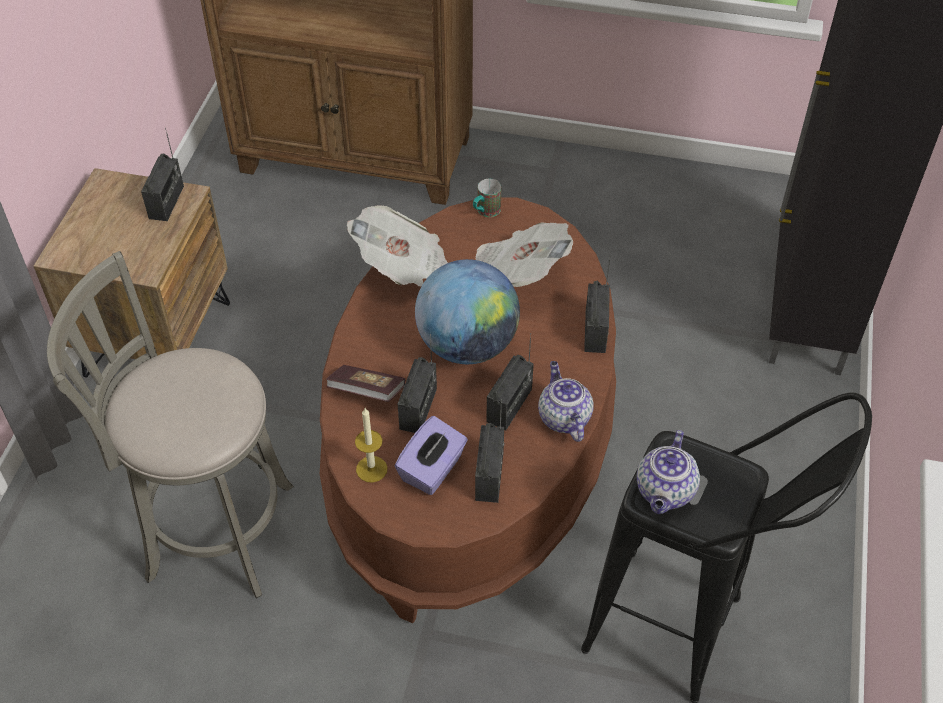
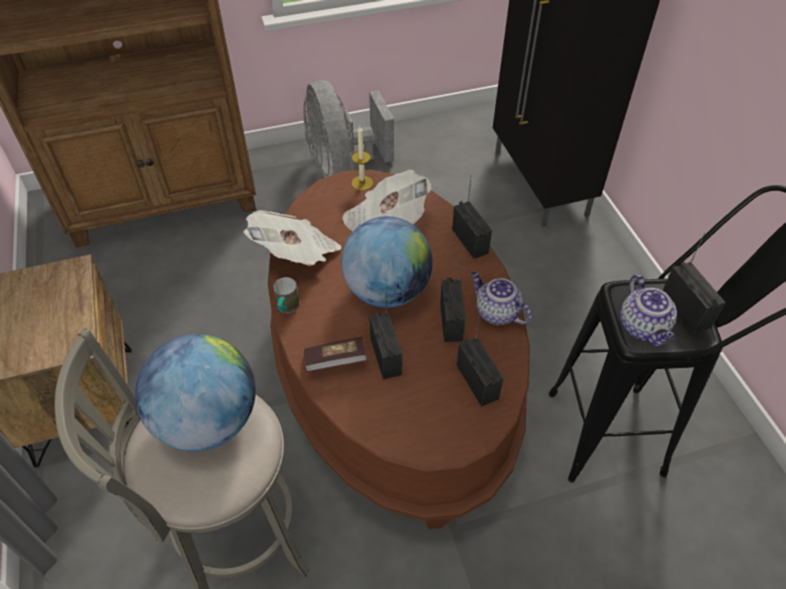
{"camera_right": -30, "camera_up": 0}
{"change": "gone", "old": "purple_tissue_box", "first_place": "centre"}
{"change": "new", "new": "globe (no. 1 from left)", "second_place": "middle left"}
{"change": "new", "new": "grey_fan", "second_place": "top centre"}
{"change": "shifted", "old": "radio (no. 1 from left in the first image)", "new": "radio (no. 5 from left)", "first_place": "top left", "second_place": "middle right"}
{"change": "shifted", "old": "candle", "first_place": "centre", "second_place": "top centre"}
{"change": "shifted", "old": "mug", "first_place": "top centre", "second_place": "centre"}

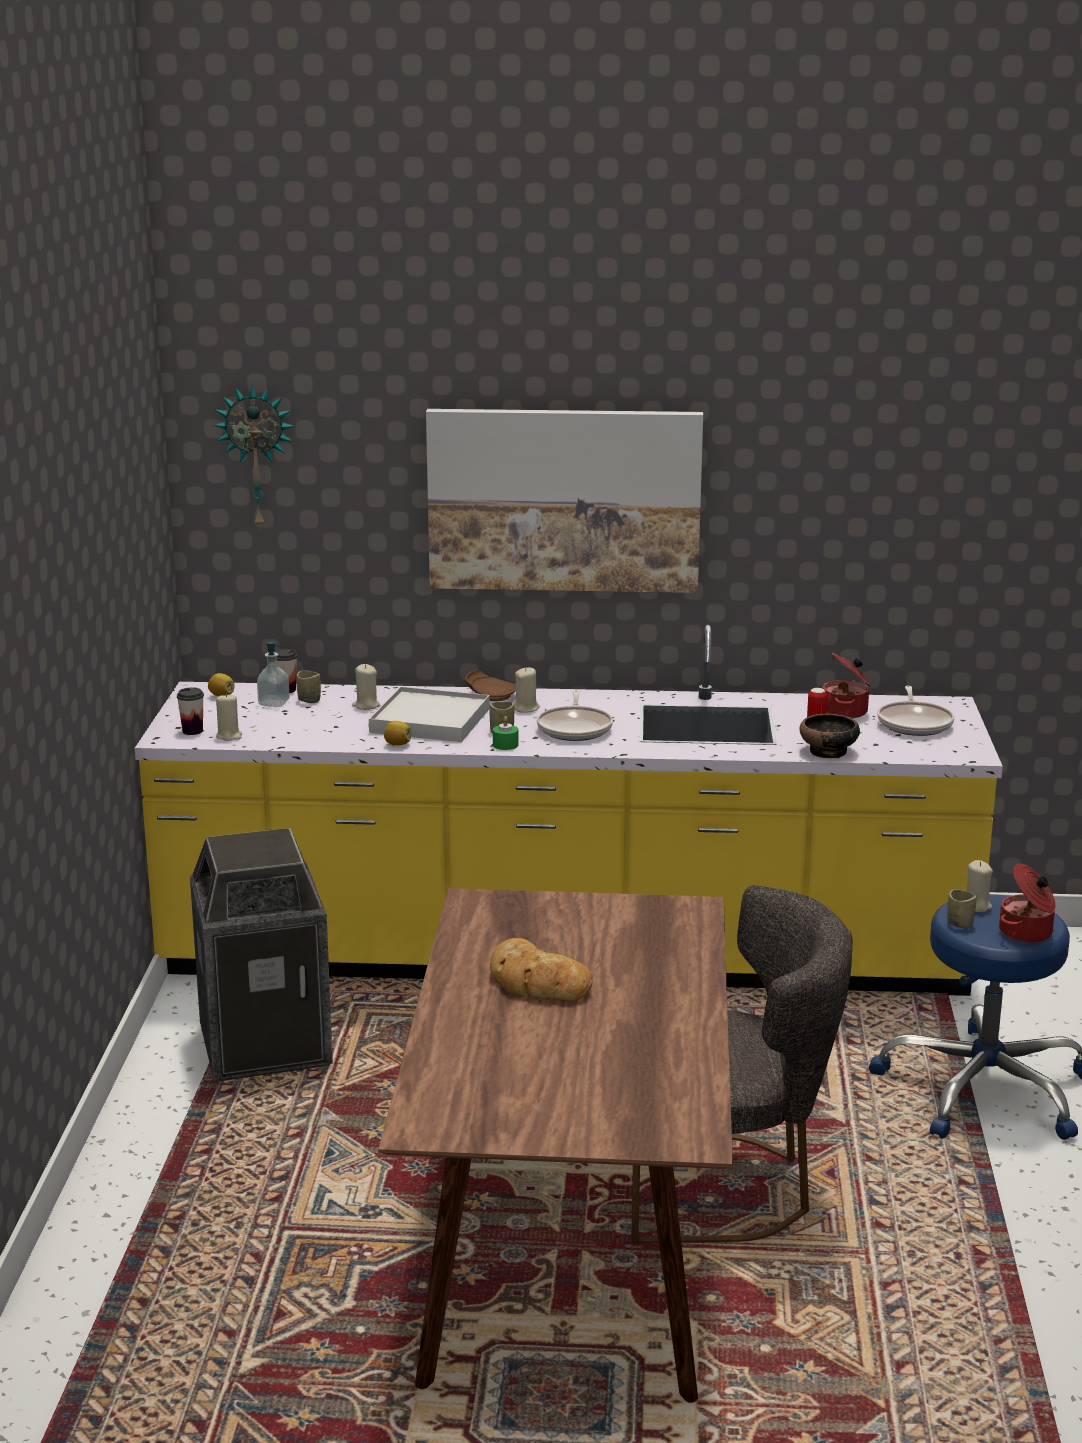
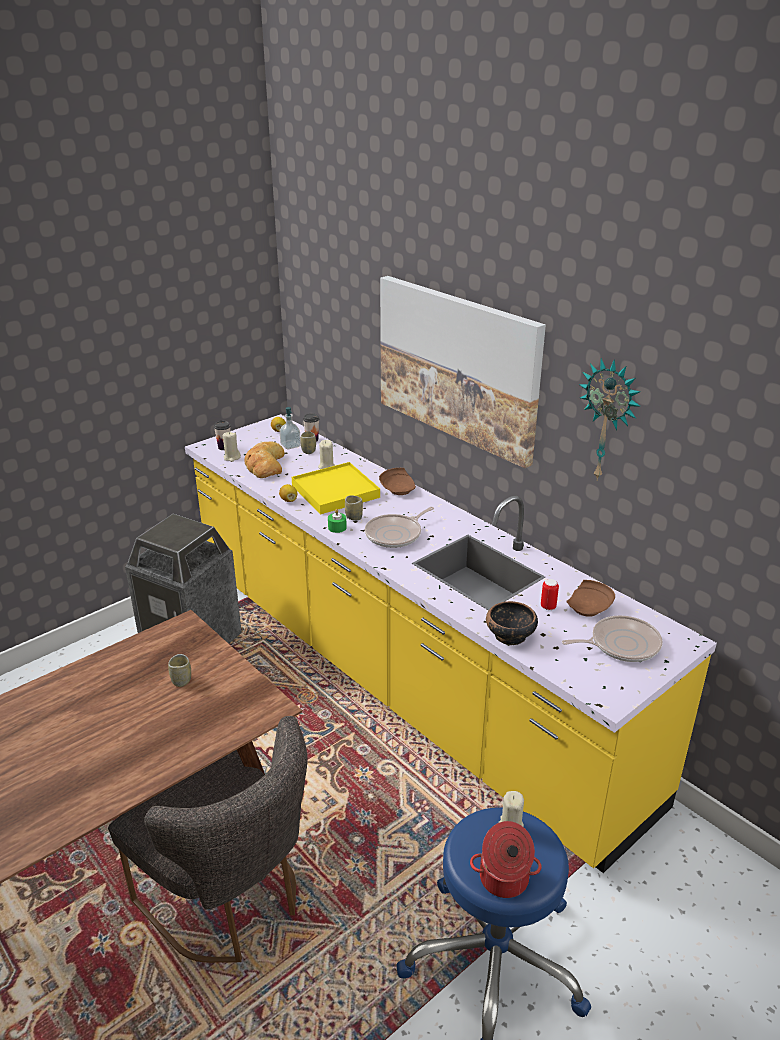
{"camera_right": 45, "camera_up": 10}
{"change": "gone", "old": "beige_candle (no. 3 from left)", "first_place": "centre"}
{"change": "shifted", "old": "wall_clock", "first_place": "top left", "second_place": "middle right"}
{"change": "shifted", "old": "bread", "first_place": "bottom centre", "second_place": "centre"}
{"change": "shifted", "old": "cup (no. 5 from left in the first image)", "new": "cup (no. 1 from left)", "first_place": "middle right", "second_place": "middle left"}
{"change": "swapped", "old": "cooking_pot (no. 1 from left)", "new": "brown_plate (no. 2 from left)", "first_place": "middle right", "second_place": "middle right"}
{"change": "repainted", "old": "white_tray", "new": "yellow_tray", "first_place": "centre", "second_place": "centre"}
{"change": "rotated", "old": "frying_pan (no. 2 from left)", "first_place": "middle right", "second_place": "middle right", "degrees": -150}

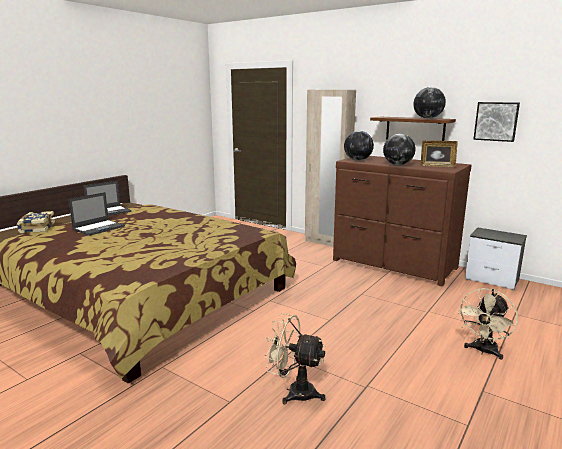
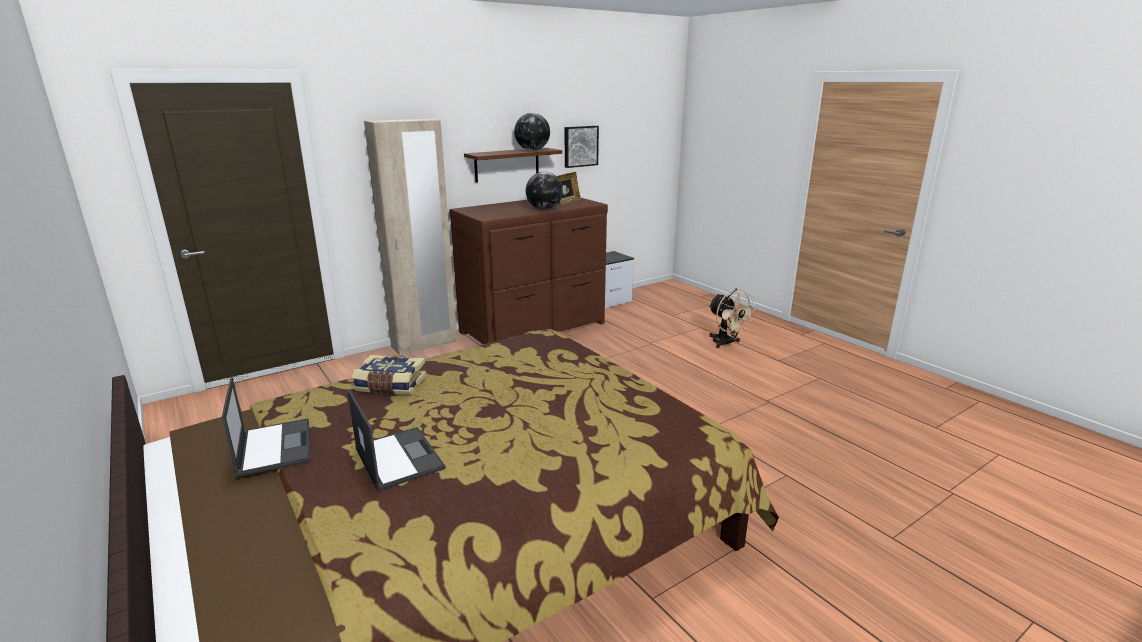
{"camera_right": -70, "camera_up": 5}
{"change": "gone", "old": "beige_fan (no. 1 from left)", "first_place": "bottom centre"}
{"change": "gone", "old": "globe (no. 1 from left)", "first_place": "top centre"}
{"change": "shifted", "old": "book", "first_place": "middle left", "second_place": "centre"}

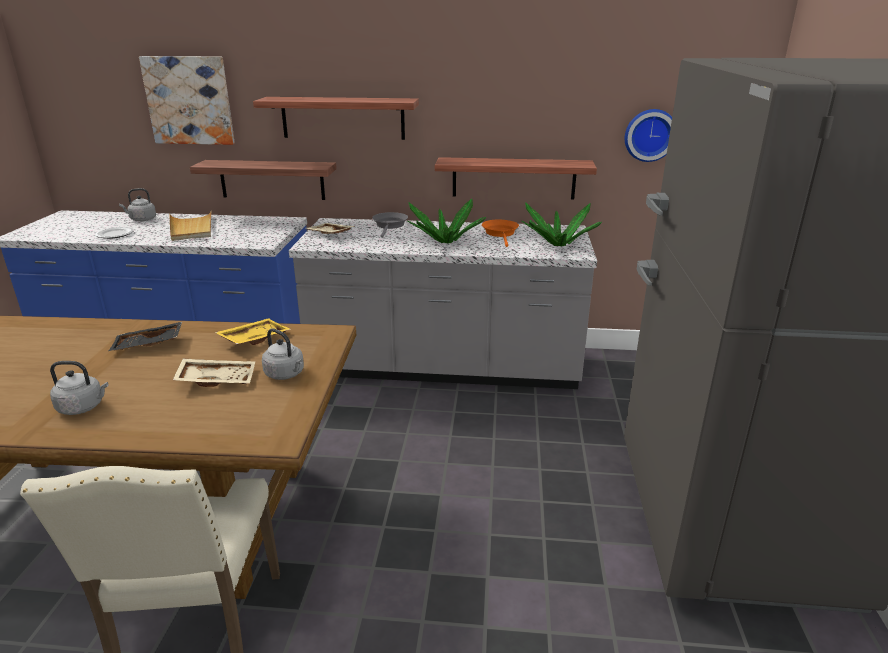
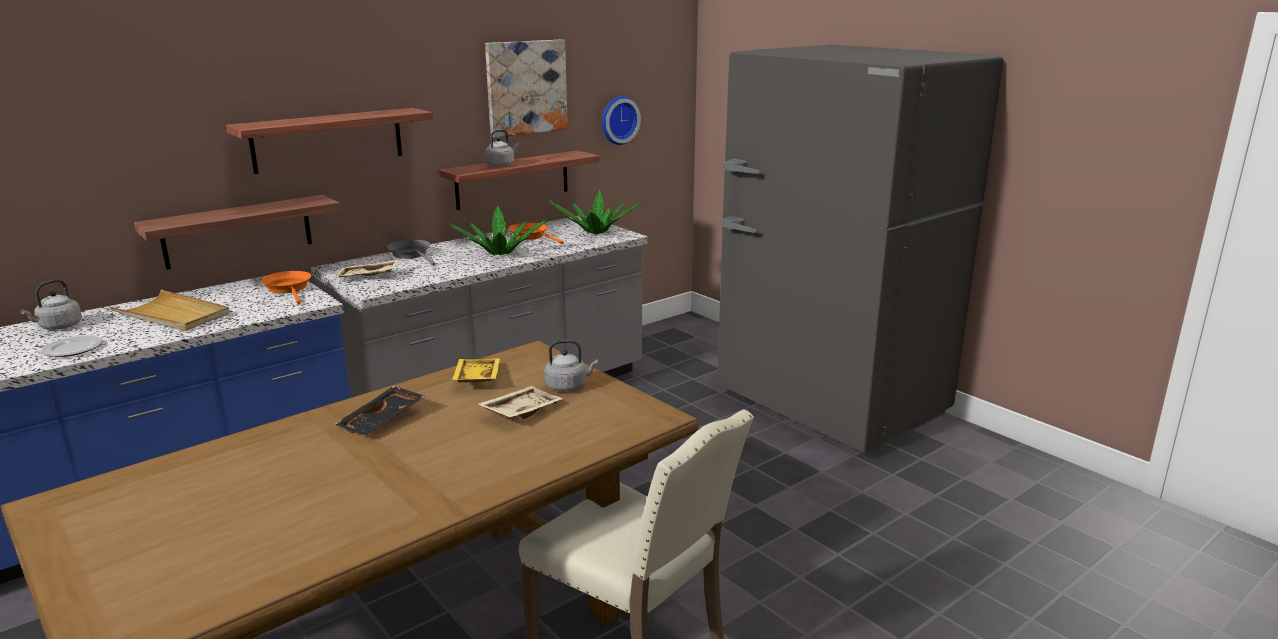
{"camera_right": -45, "camera_up": -5}
{"change": "new", "new": "orange_frying_pan (no. 1 from left)", "second_place": "middle left"}
{"change": "shifted", "old": "grey_kettle (no. 1 from left in the first image)", "new": "grey_kettle (no. 2 from left)", "first_place": "middle left", "second_place": "top centre"}
{"change": "shifted", "old": "picture", "first_place": "top left", "second_place": "top centre"}

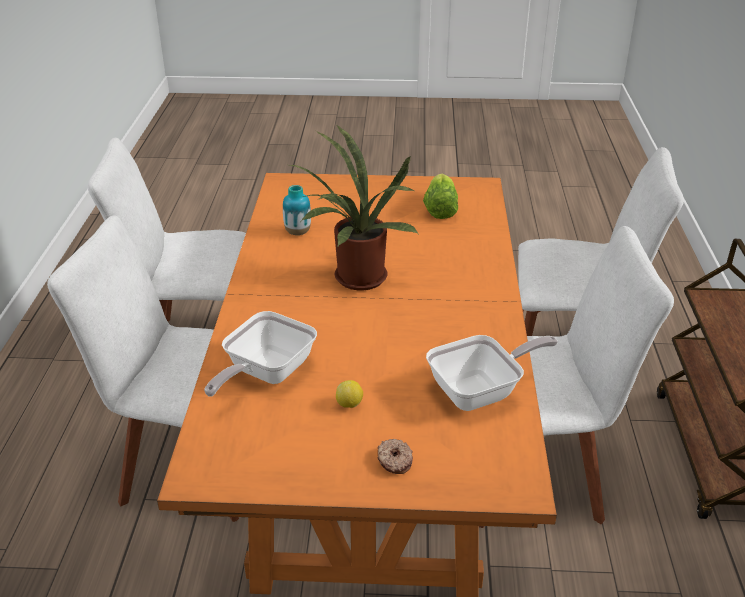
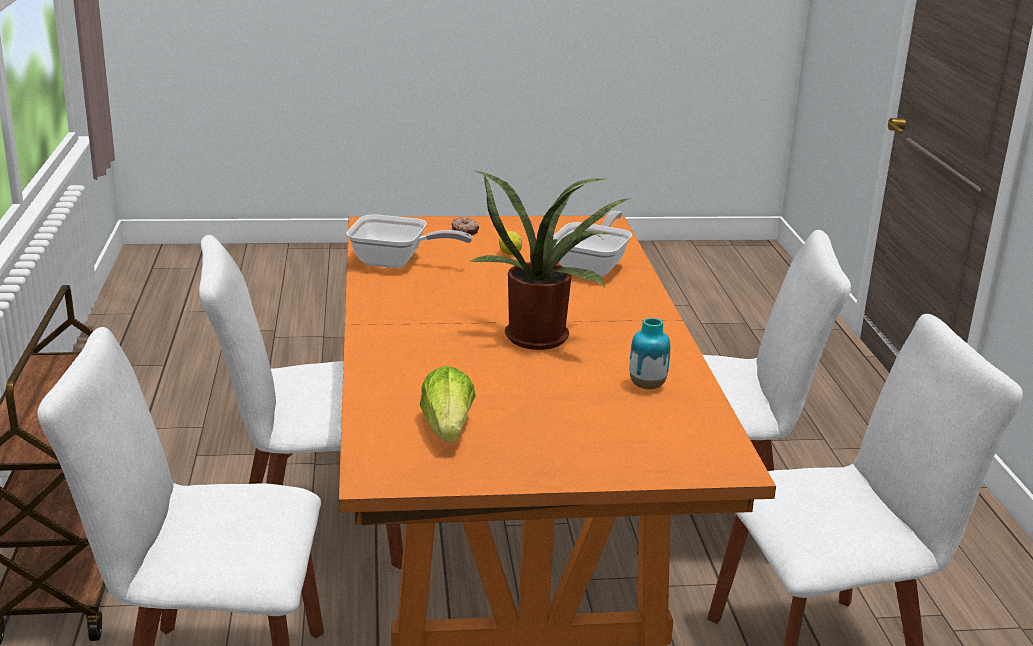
{"camera_right": 170, "camera_up": -10}
{"change": "rotated", "old": "frying_pan (no. 2 from left in the first image)", "first_place": "centre", "second_place": "centre", "degrees": -135}

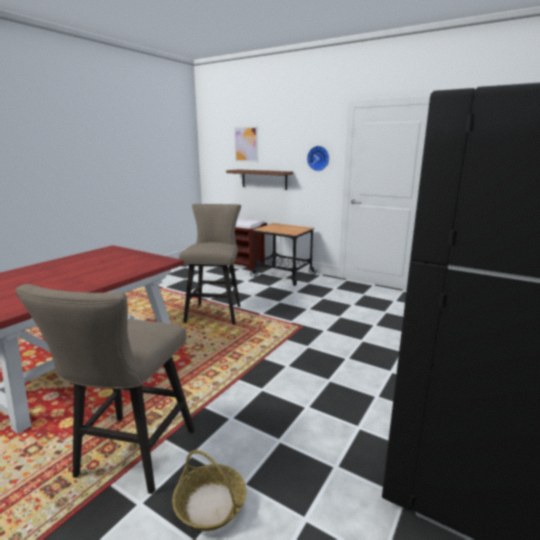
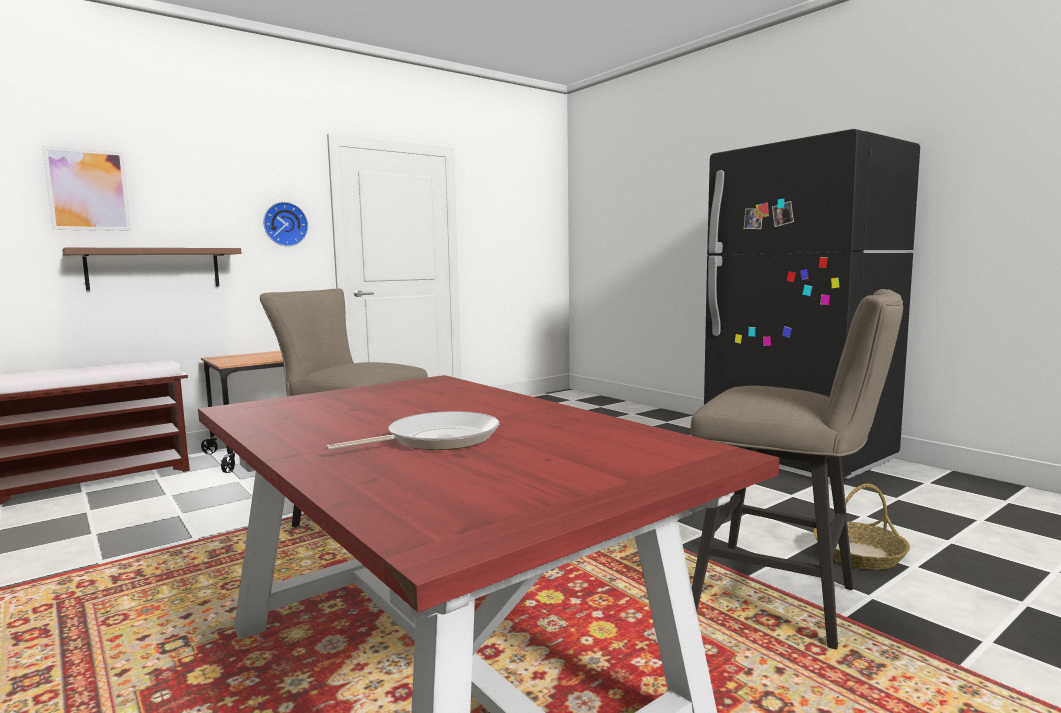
{"camera_right": -70, "camera_up": -10}
{"change": "new", "new": "frying_pan", "second_place": "centre"}

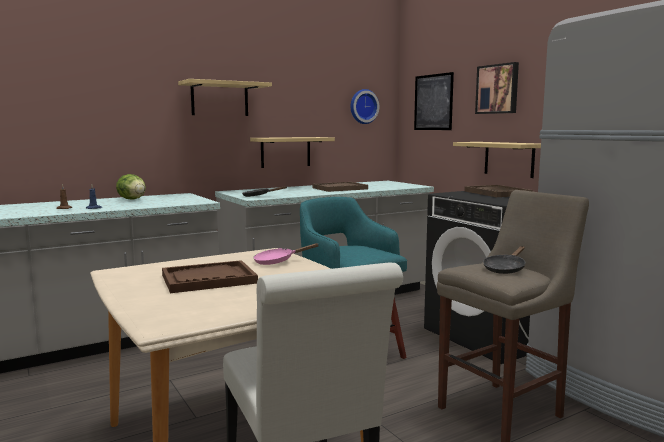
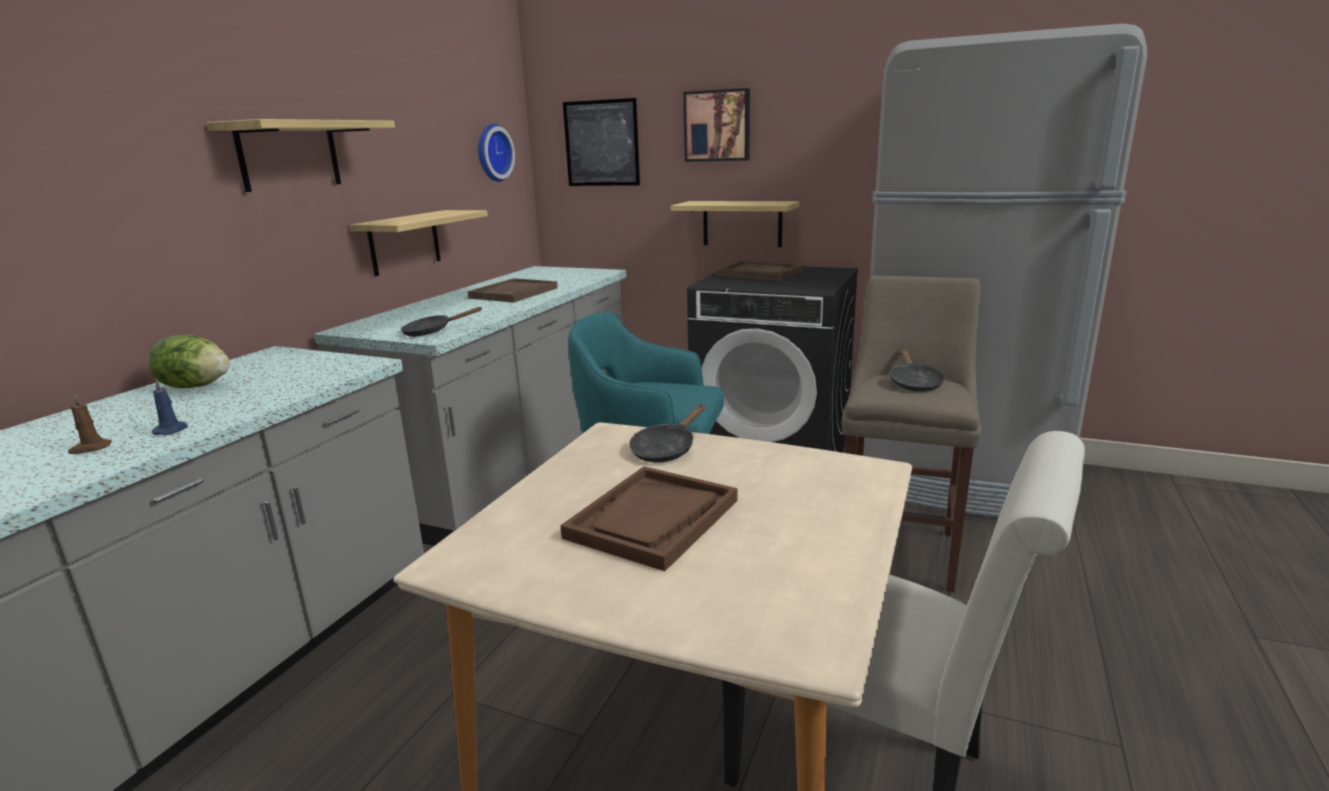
{"camera_right": -35, "camera_up": 10}
{"change": "repainted", "old": "pink_frying_pan", "new": "black_frying_pan (no. 2 from left)", "first_place": "centre", "second_place": "centre"}

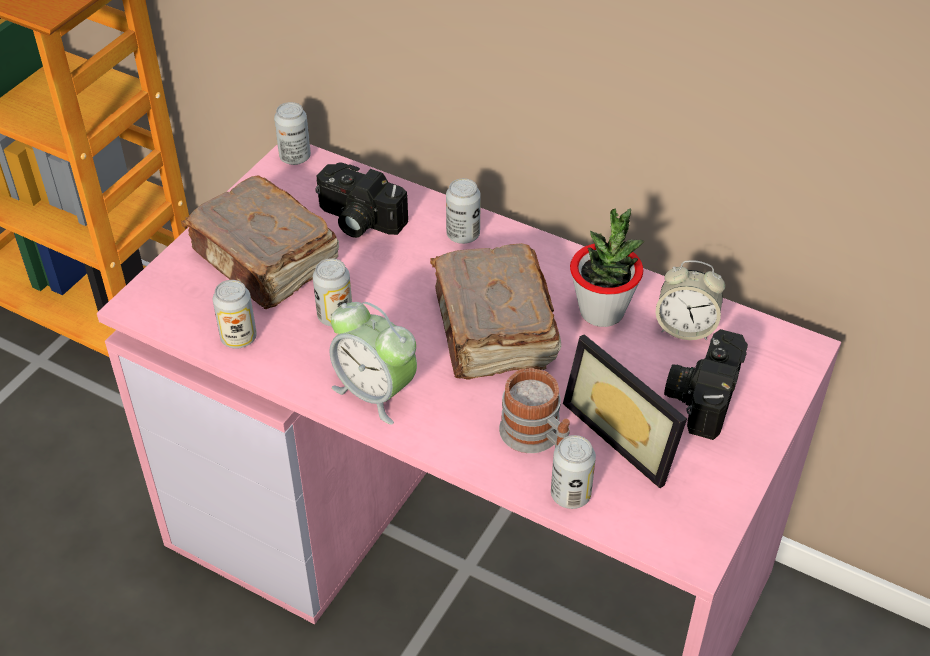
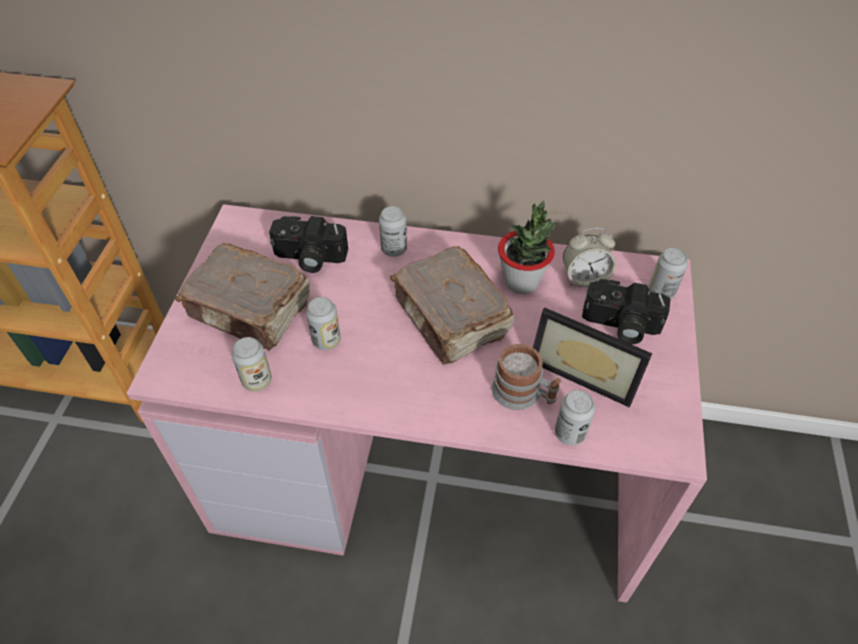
{"camera_right": -20, "camera_up": 5}
{"change": "gone", "old": "alarm_clock (no. 1 from left)", "first_place": "centre"}
{"change": "shifted", "old": "can (no. 2 from left in the first image)", "new": "can (no. 5 from left)", "first_place": "top left", "second_place": "middle right"}
{"change": "rotated", "old": "photo_camera (no. 2 from left)", "first_place": "middle right", "second_place": "middle right", "degrees": -75}

